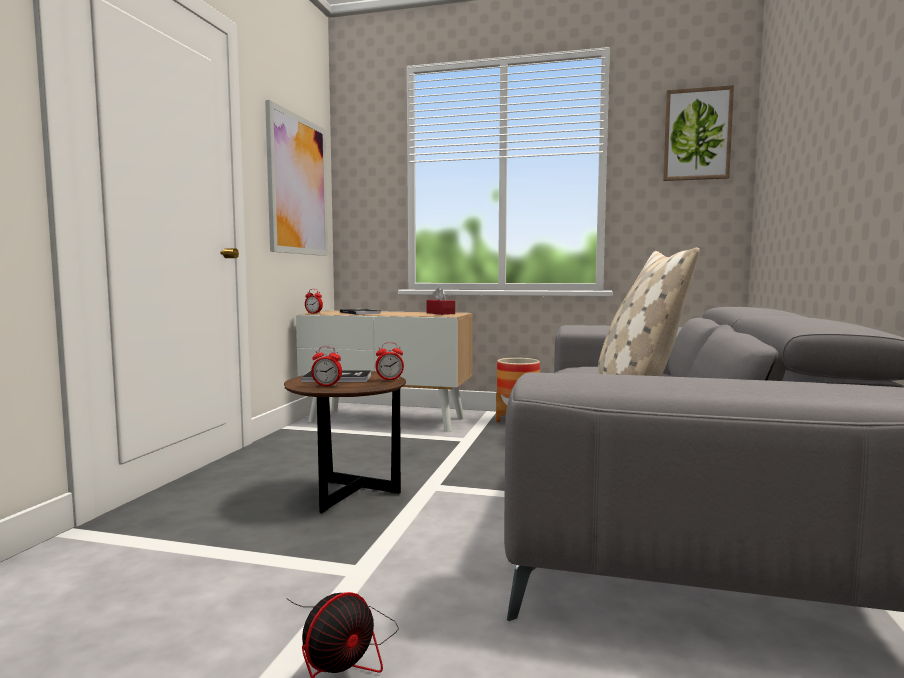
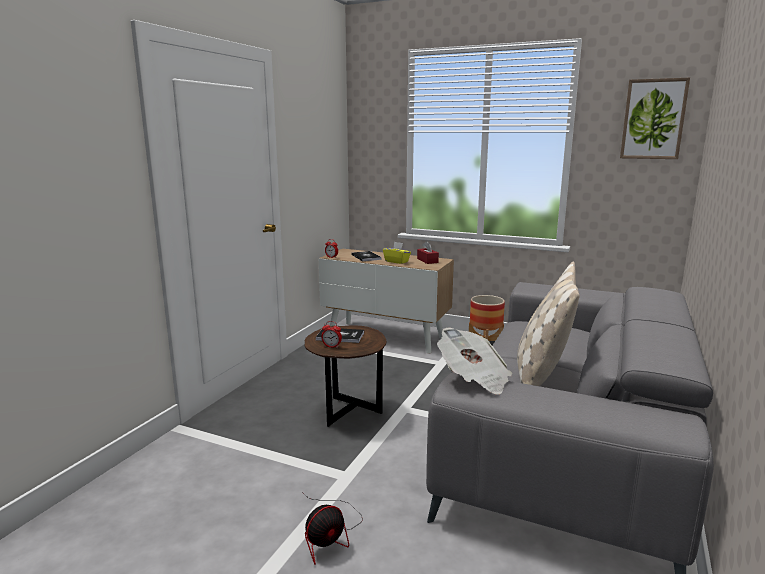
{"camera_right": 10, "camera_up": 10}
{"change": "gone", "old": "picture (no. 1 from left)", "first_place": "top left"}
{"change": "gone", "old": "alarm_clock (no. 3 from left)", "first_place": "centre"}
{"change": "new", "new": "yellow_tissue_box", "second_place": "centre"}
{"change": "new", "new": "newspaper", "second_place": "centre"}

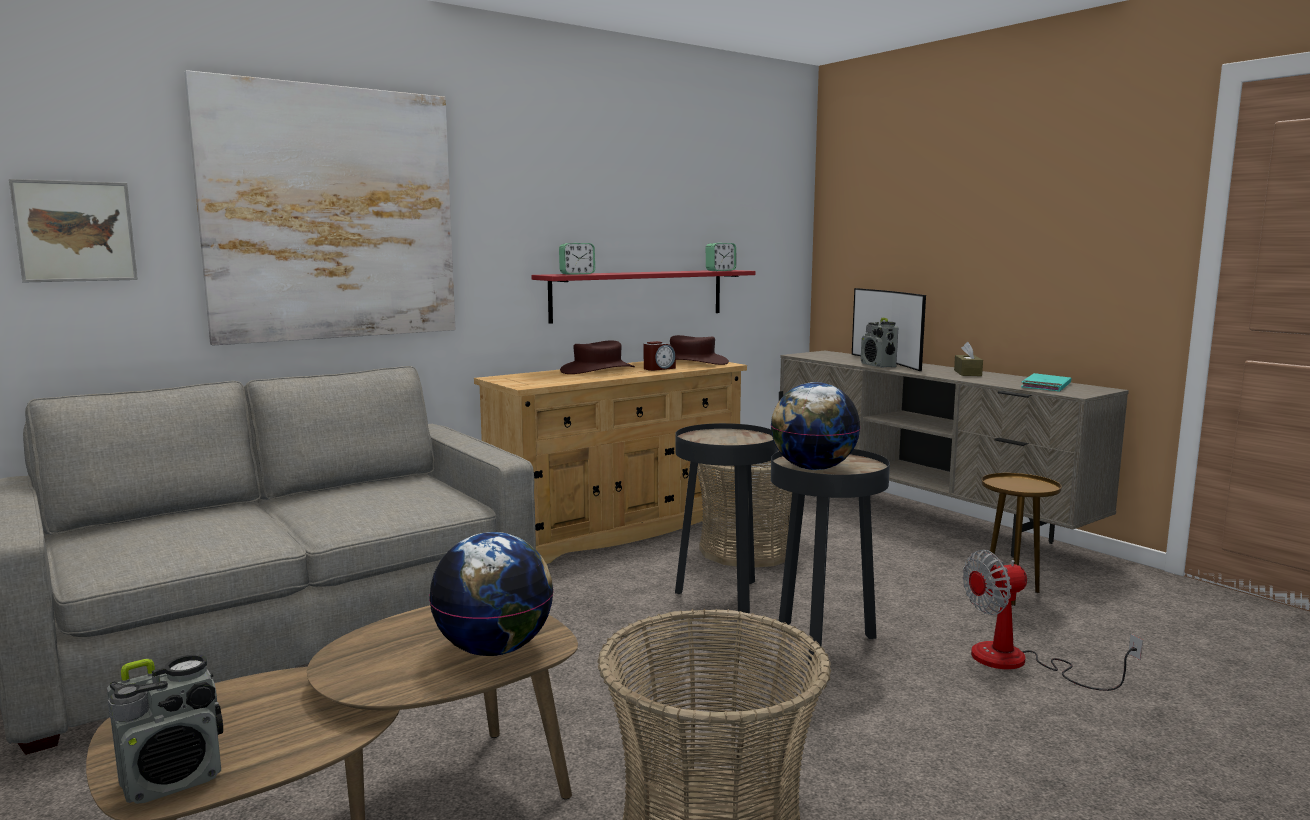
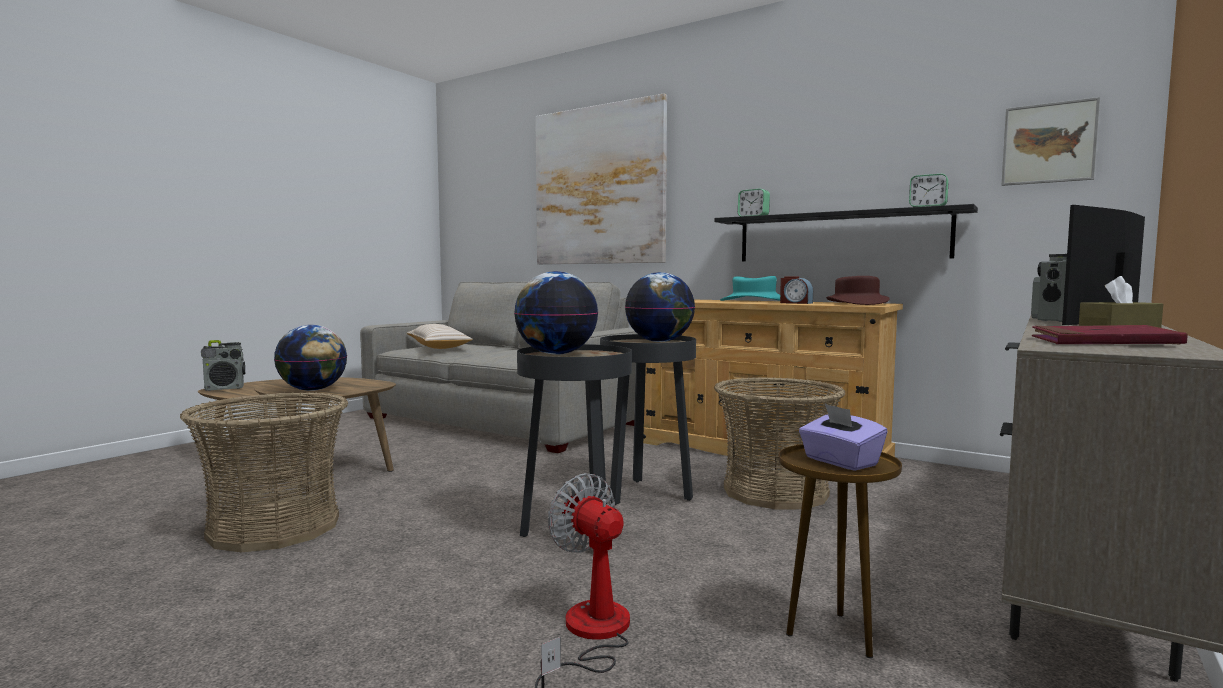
{"camera_right": 70, "camera_up": -5}
{"change": "new", "new": "beige_pillow", "second_place": "centre"}
{"change": "new", "new": "globe (no. 3 from left)", "second_place": "centre"}
{"change": "new", "new": "purple_tissue_box", "second_place": "middle right"}
{"change": "shifted", "old": "picture (no. 1 from left in the first image)", "new": "picture (no. 2 from left)", "first_place": "top left", "second_place": "top right"}
{"change": "repainted", "old": "red_shelf", "new": "black_shelf", "first_place": "centre", "second_place": "middle right"}
{"change": "repainted", "old": "brown_hat (no. 1 from left)", "new": "turquoise_hat", "first_place": "centre", "second_place": "centre"}
{"change": "repainted", "old": "turquoise_book", "new": "red_book", "first_place": "middle right", "second_place": "middle right"}
{"change": "rotated", "old": "radio (no. 1 from left)", "first_place": "bottom left", "second_place": "middle left", "degrees": -60}

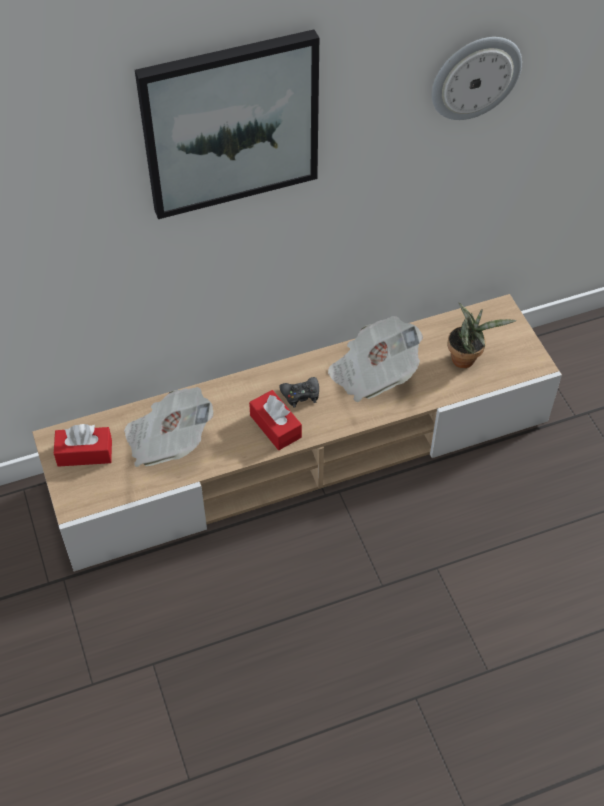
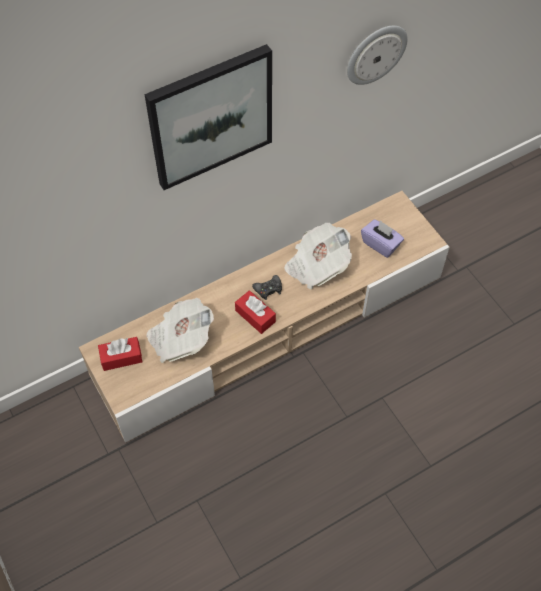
{"camera_right": -10, "camera_up": 5}
{"change": "swapped", "old": "potted_plant", "new": "purple_tissue_box", "first_place": "middle right", "second_place": "middle right"}

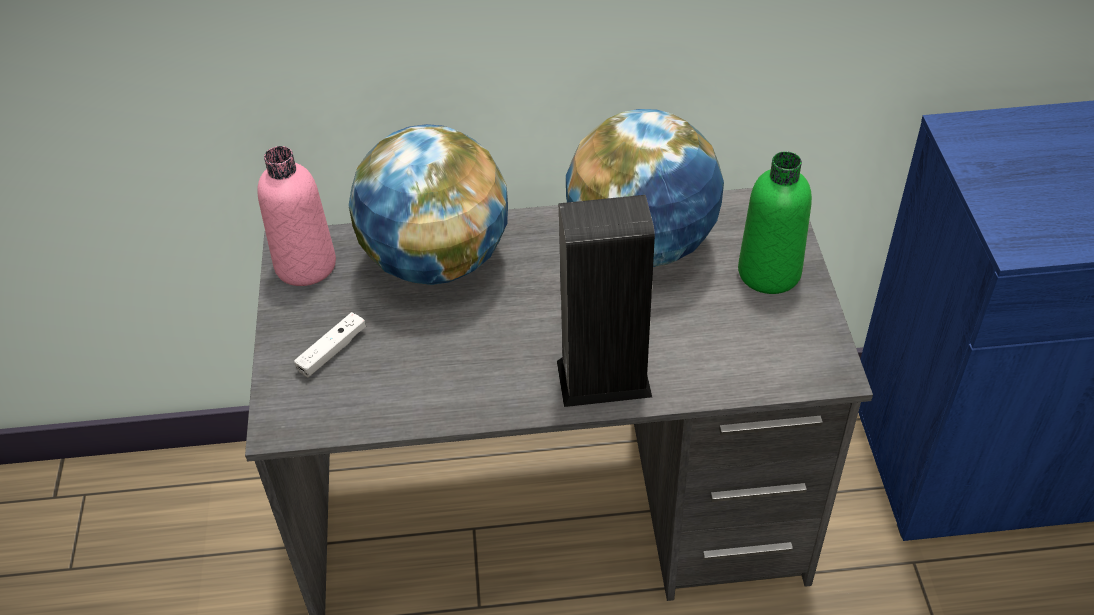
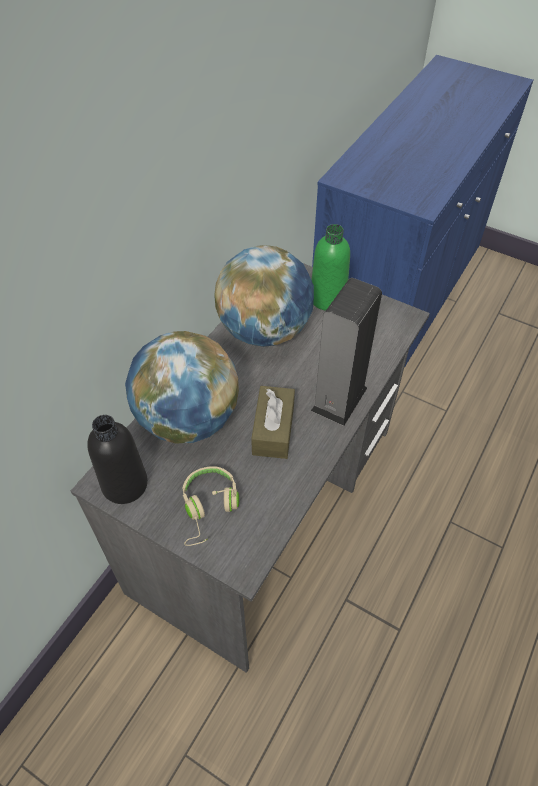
{"camera_right": -55, "camera_up": 5}
{"change": "new", "new": "brown_tissue_box", "second_place": "centre"}
{"change": "swapped", "old": "white_game_controller", "new": "beige_headphones", "first_place": "middle left", "second_place": "centre"}
{"change": "repainted", "old": "pink_bottle", "new": "black_bottle", "first_place": "middle left", "second_place": "middle left"}

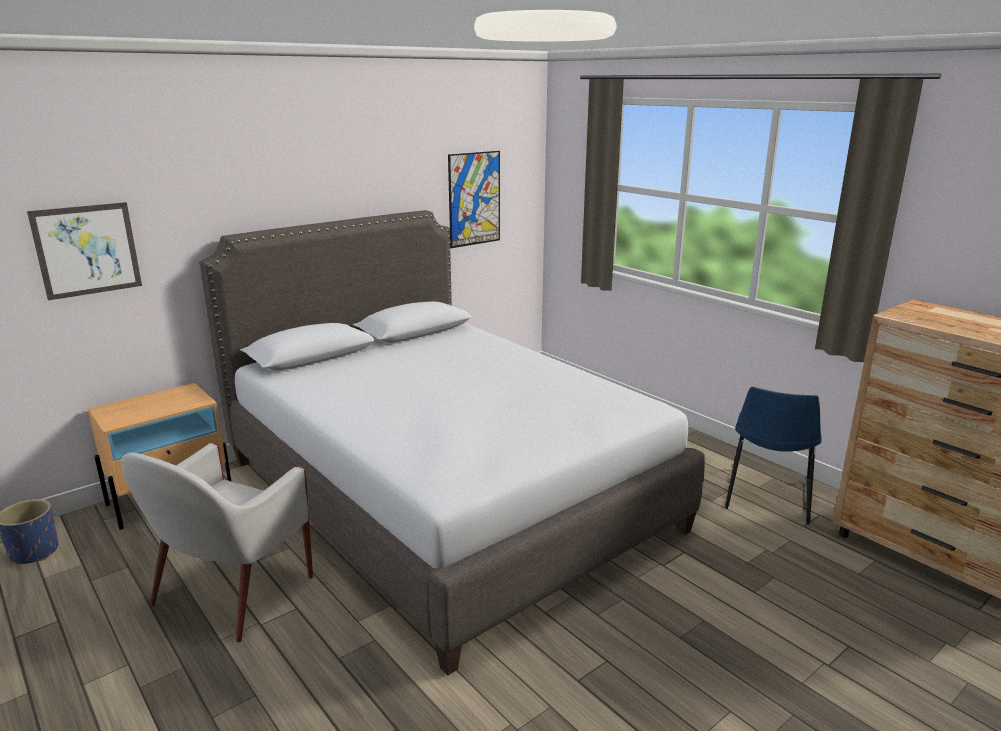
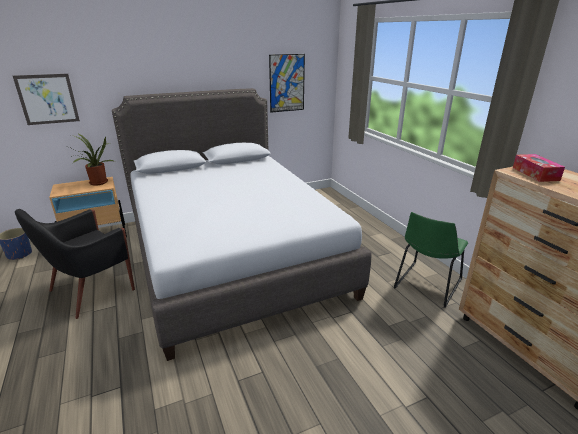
{"camera_right": 15, "camera_up": 5}
{"change": "new", "new": "potted_plant", "second_place": "middle left"}
{"change": "new", "new": "tissue_box", "second_place": "middle right"}
{"change": "repainted", "old": "white_armchair", "new": "black_armchair", "first_place": "bottom left", "second_place": "middle left"}
{"change": "repainted", "old": "blue_chair", "new": "green_chair", "first_place": "middle right", "second_place": "middle right"}

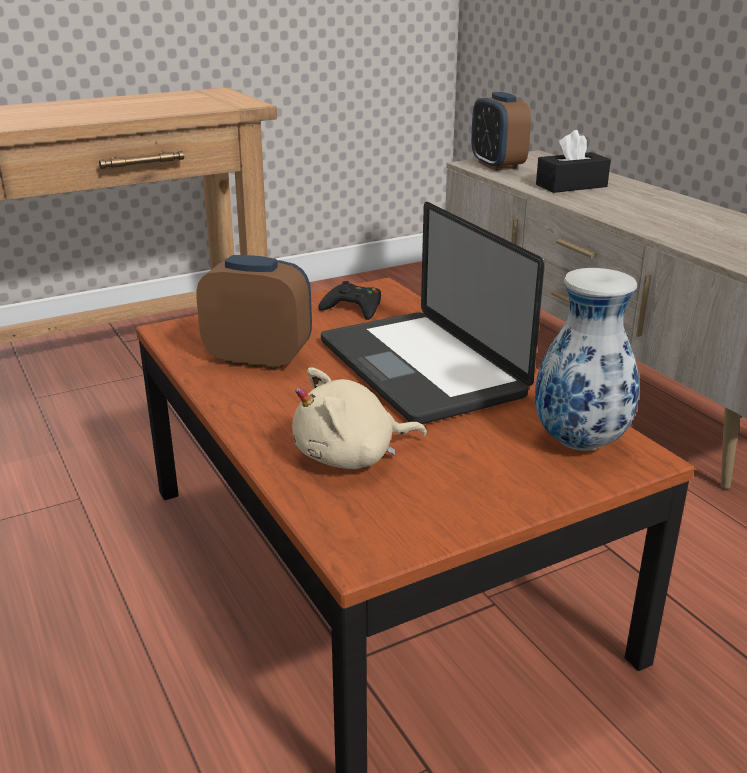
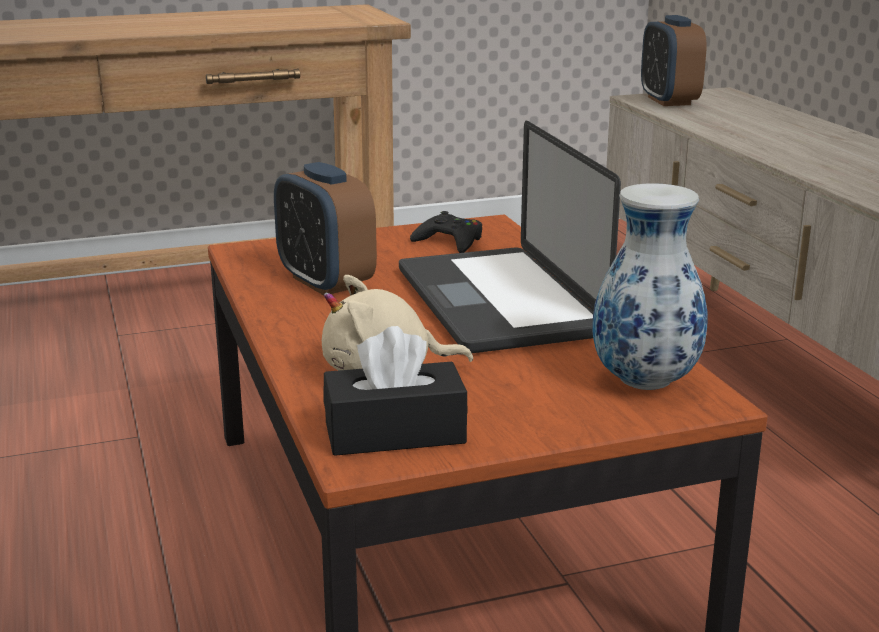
{"camera_right": 10, "camera_up": -5}
{"change": "shifted", "old": "black_tissue_box", "first_place": "top right", "second_place": "centre"}
{"change": "rotated", "old": "alarm_clock (no. 1 from left)", "first_place": "centre", "second_place": "centre", "degrees": -150}

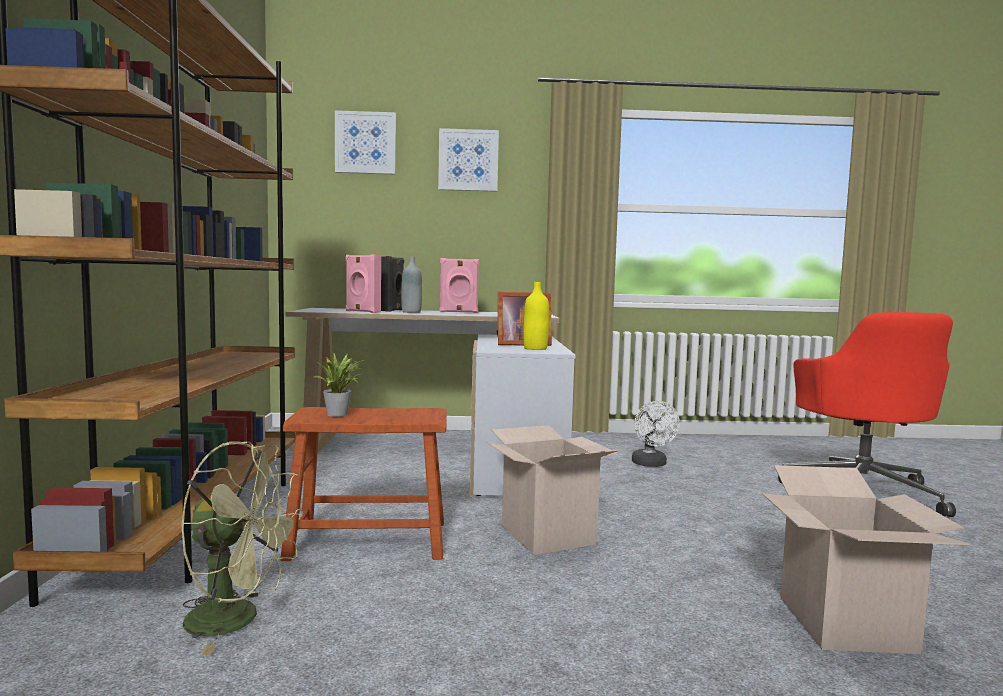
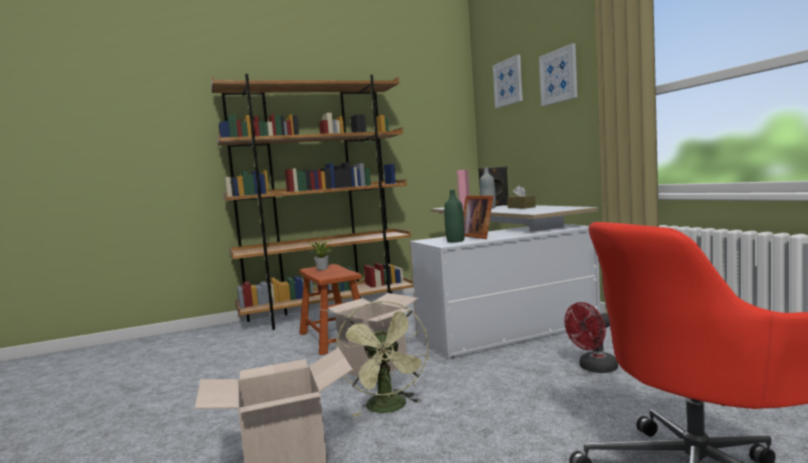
{"camera_right": 70, "camera_up": 0}
{"change": "shifted", "old": "green_fan", "first_place": "bottom left", "second_place": "bottom centre"}
{"change": "swapped", "old": "pink_speaker (no. 2 from left)", "new": "brown_tissue_box", "first_place": "centre", "second_place": "centre"}
{"change": "repainted", "old": "yellow_bottle", "new": "green_bottle", "first_place": "centre", "second_place": "centre"}
{"change": "repainted", "old": "white_fan", "new": "red_fan", "first_place": "centre", "second_place": "bottom right"}

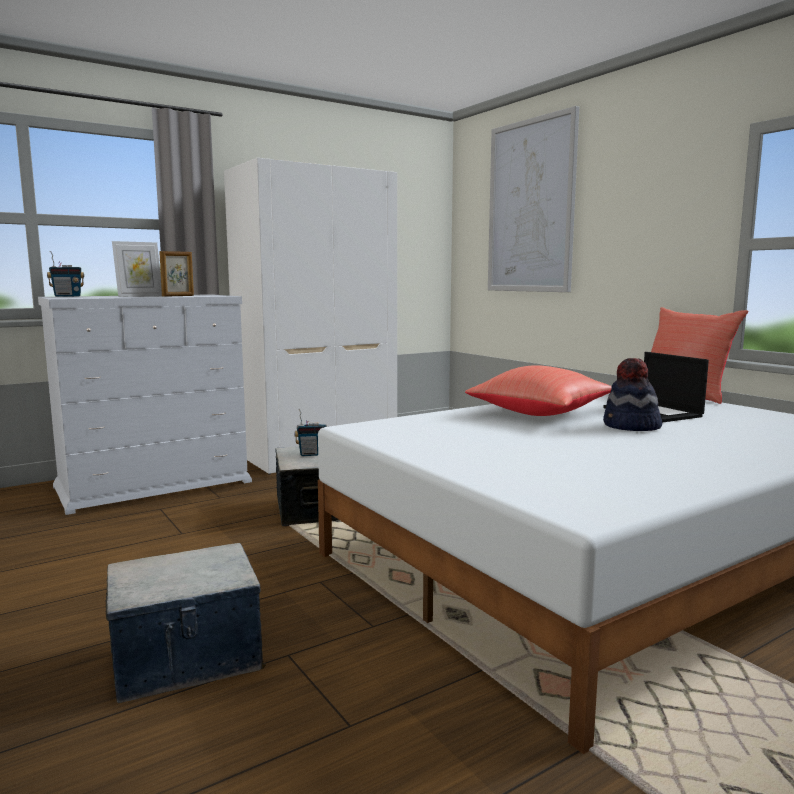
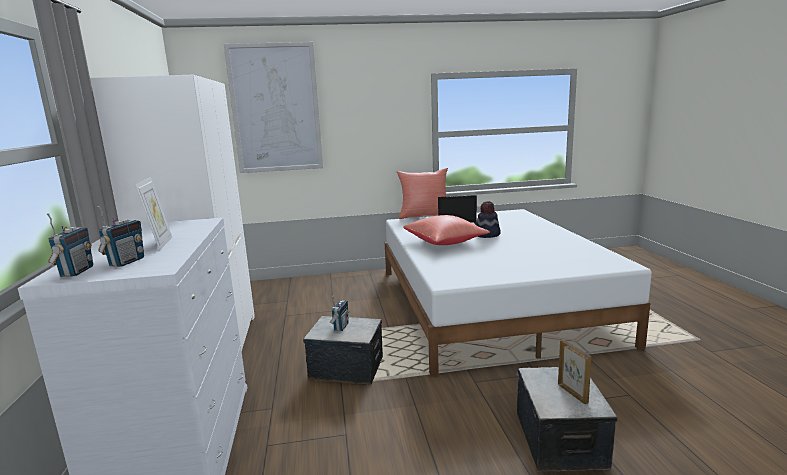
{"camera_right": -65, "camera_up": 5}
{"change": "new", "new": "radio (no. 2 from left)", "second_place": "middle left"}
{"change": "shifted", "old": "picture_frame (no. 2 from left)", "first_place": "middle left", "second_place": "bottom right"}

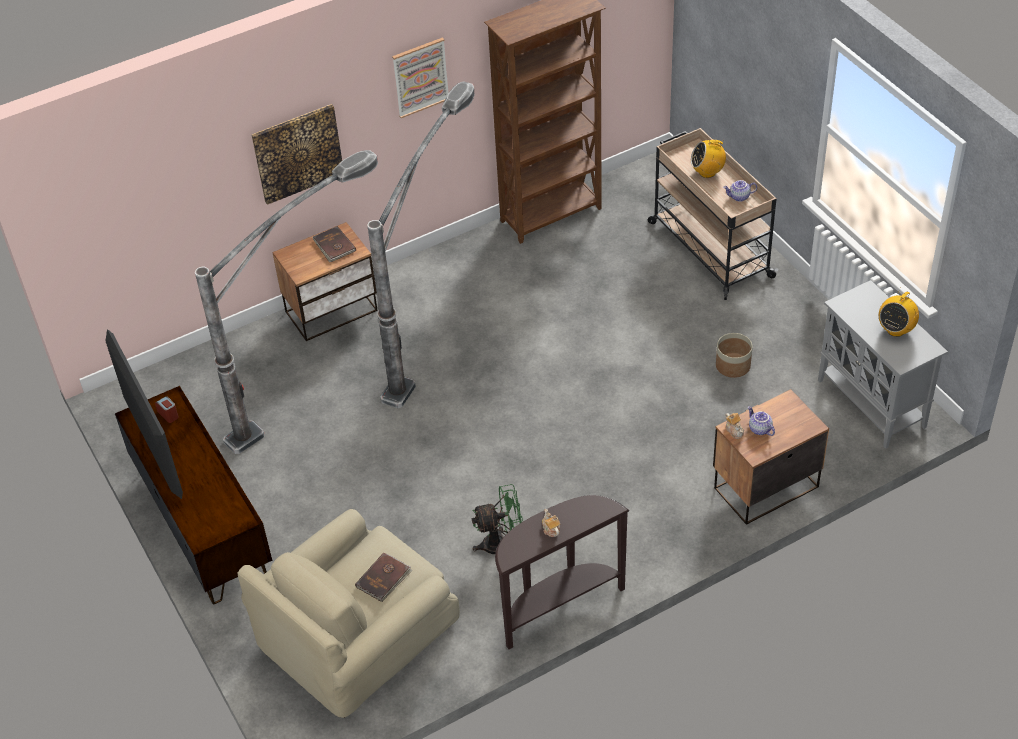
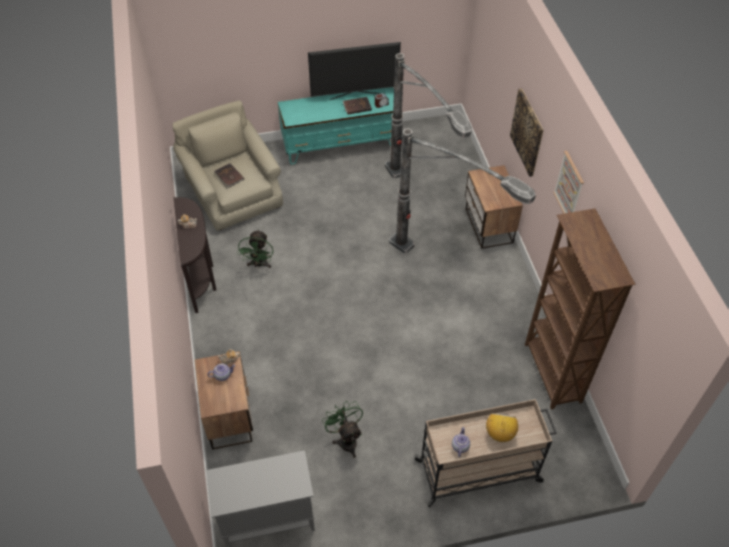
{"camera_right": 105, "camera_up": 5}
{"change": "gone", "old": "radio (no. 2 from left)", "first_place": "middle right"}
{"change": "shifted", "old": "brown_book (no. 1 from left in the first image)", "new": "brown_book (no. 2 from left)", "first_place": "top left", "second_place": "top centre"}
{"change": "swapped", "old": "planter", "new": "green_fan (no. 2 from left)", "first_place": "middle right", "second_place": "bottom centre"}
{"change": "repainted", "old": "brown_tv_stand", "new": "turquoise_tv_stand", "first_place": "bottom left", "second_place": "top centre"}

